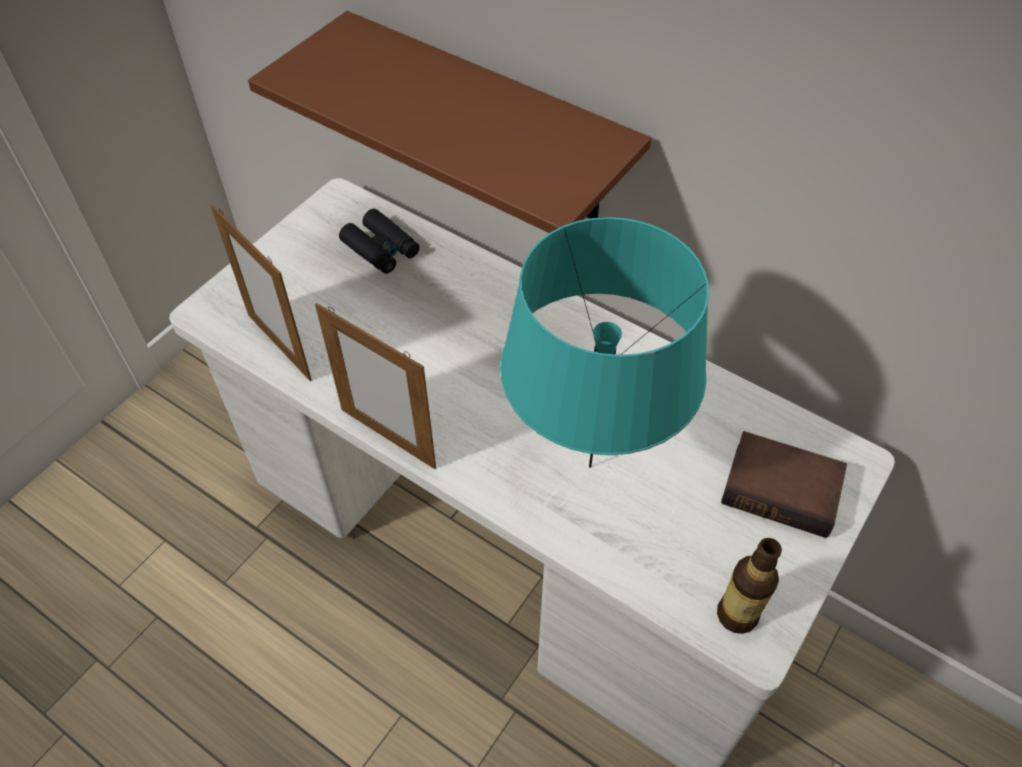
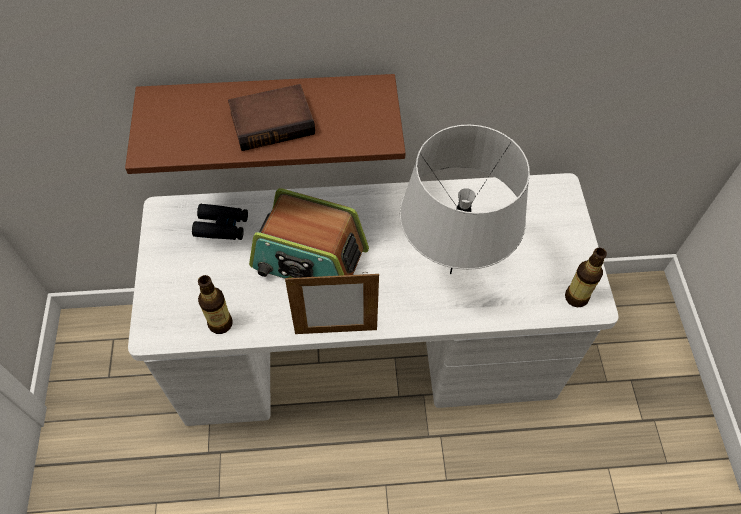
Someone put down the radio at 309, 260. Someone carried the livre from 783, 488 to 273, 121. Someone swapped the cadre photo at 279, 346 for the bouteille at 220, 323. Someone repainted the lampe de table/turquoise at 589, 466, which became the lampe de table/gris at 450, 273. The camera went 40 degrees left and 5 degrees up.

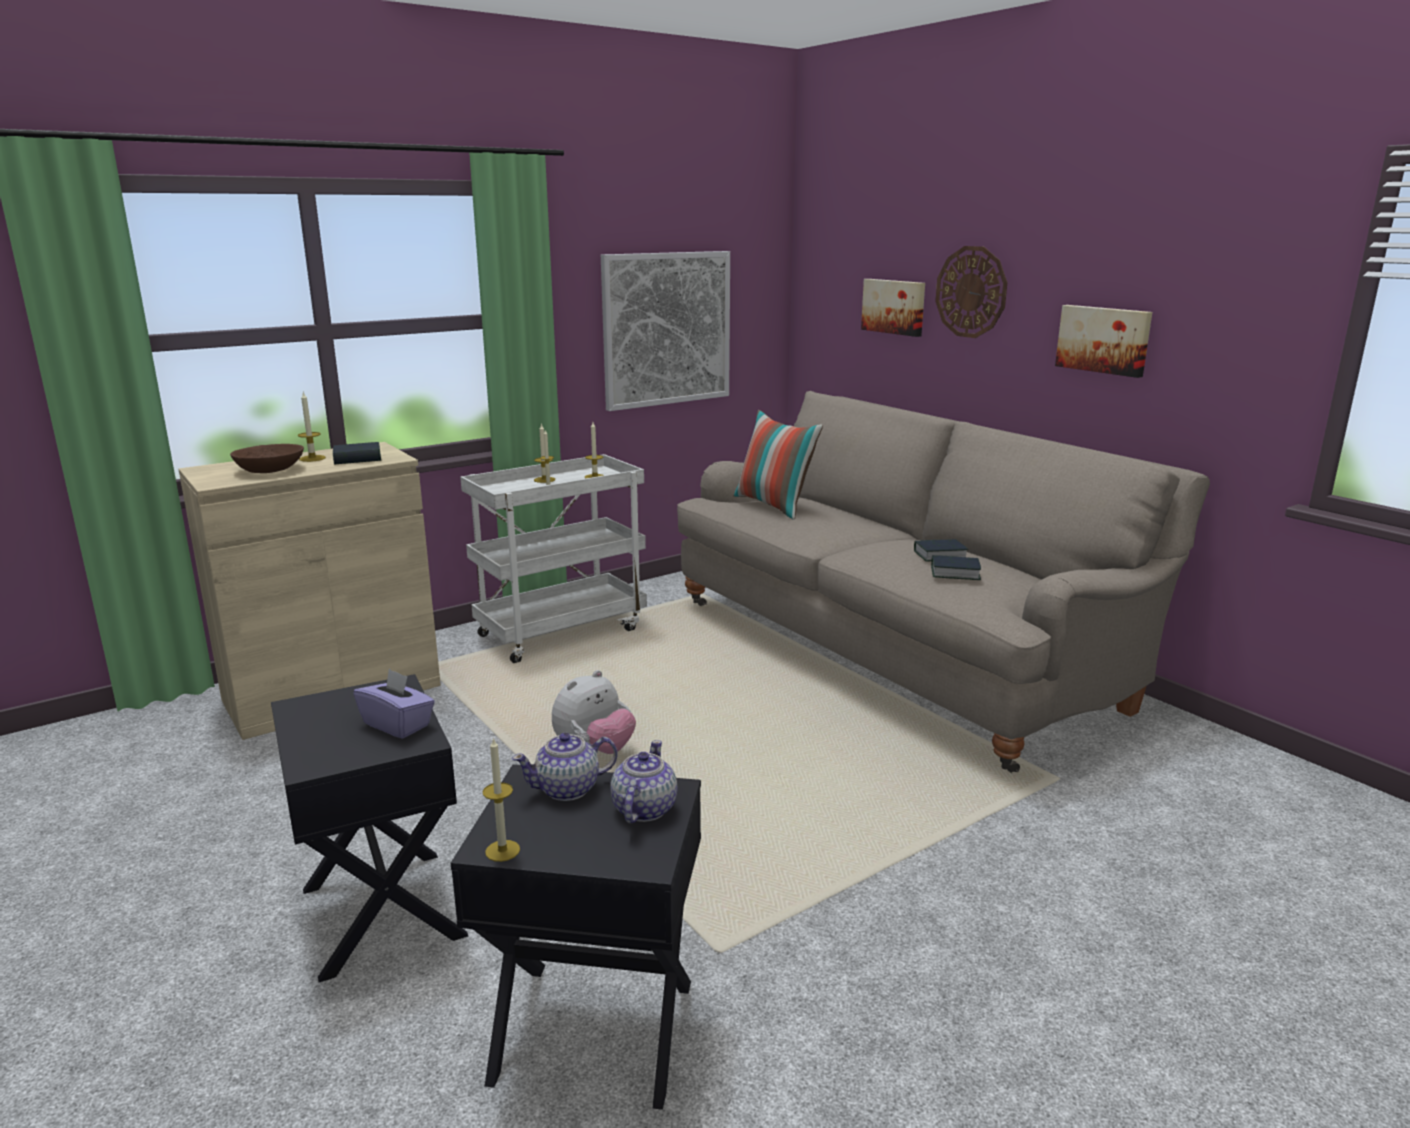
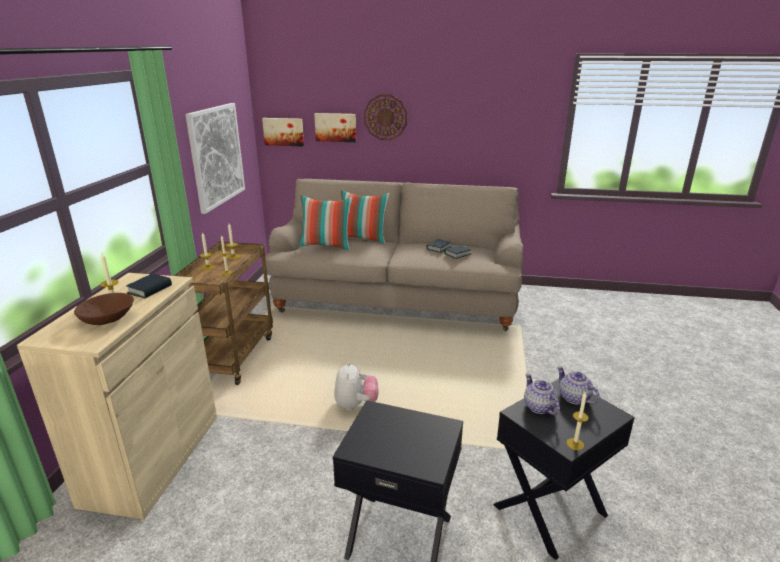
Someone took away the boîte à mouchoirs/violet at 397, 724. Someone put down the coussin at 363, 239. Someone carried the tableau from 1104, 339 to 283, 131. Someone repainted the chariot/blanc at 562, 631, which became the chariot/marron at 232, 356. Someone rotated the théière at 568, 789 by 135 degrees clockwise. The camera went 45 degrees left and 5 degrees up.

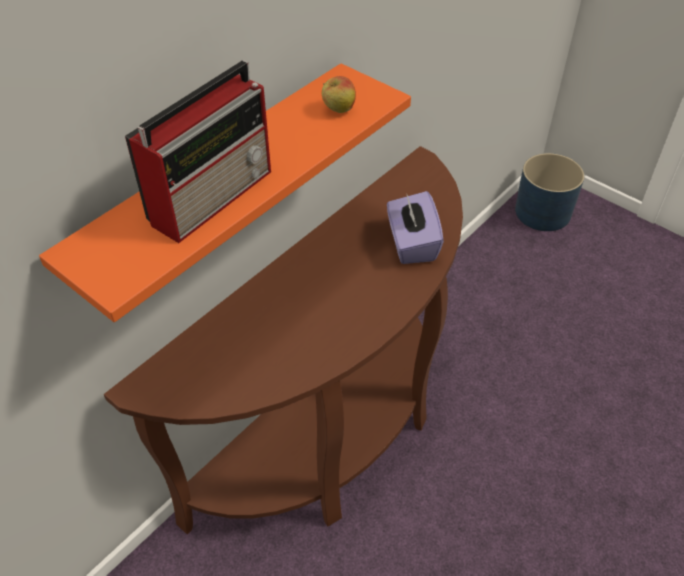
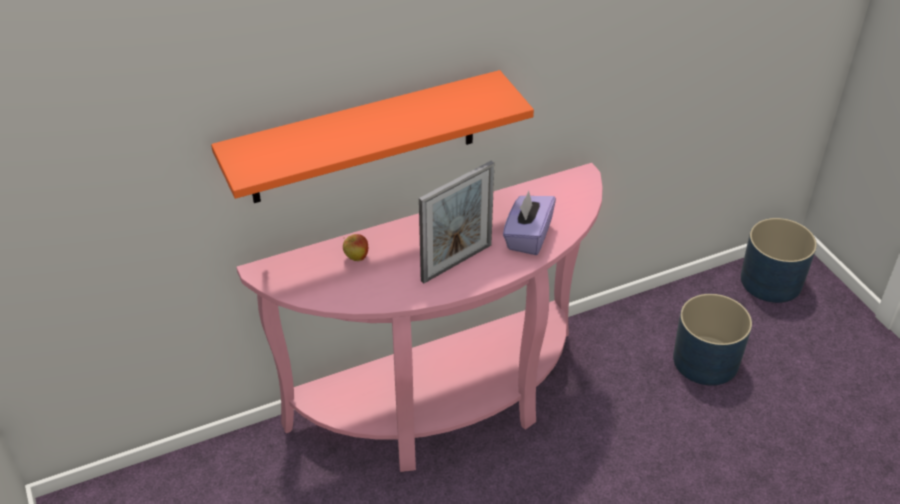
Someone took away the radio at 213, 195. Someone put down the cadre photo at 456, 263. Someone put down the cache-pot/bleu at 706, 360. Someone carried the pomme from 338, 110 to 356, 257. Someone repainted the table console/marron at 334, 436, which became the table console/rose at 445, 406. The camera went 25 degrees right and 5 degrees down.

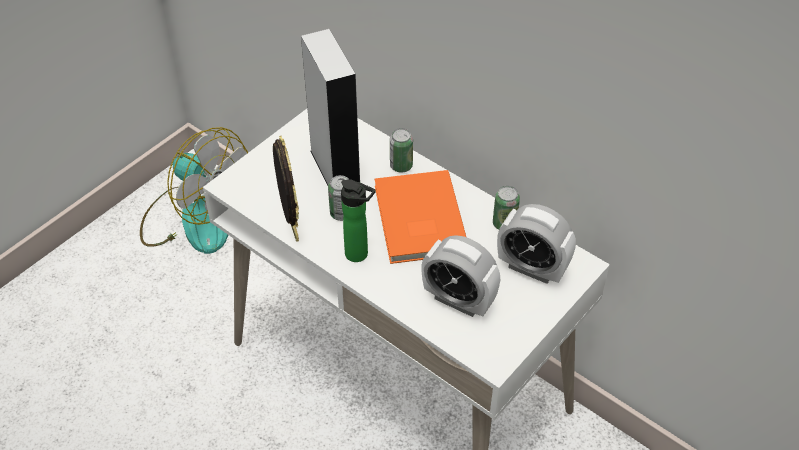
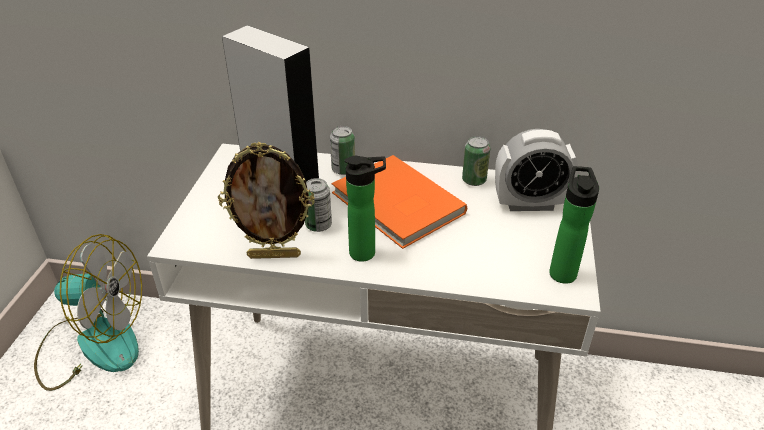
Someone took away the réveil at 458, 300. Someone put down the bouteille at 562, 271. Someone rotated the cadre photo at 290, 226 by 135 degrees clockwise. The camera went 30 degrees left and 10 degrees down.

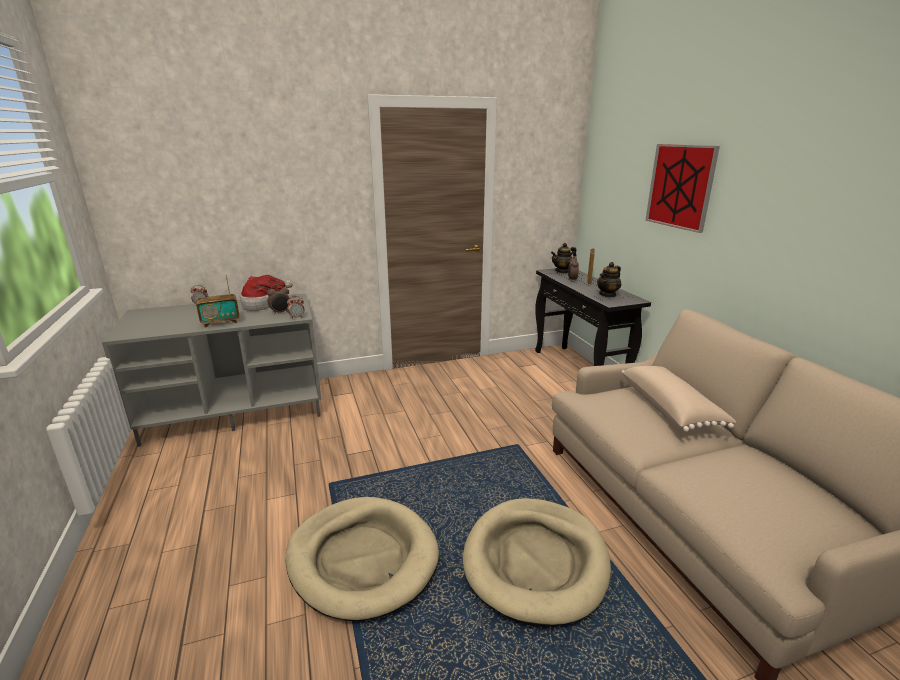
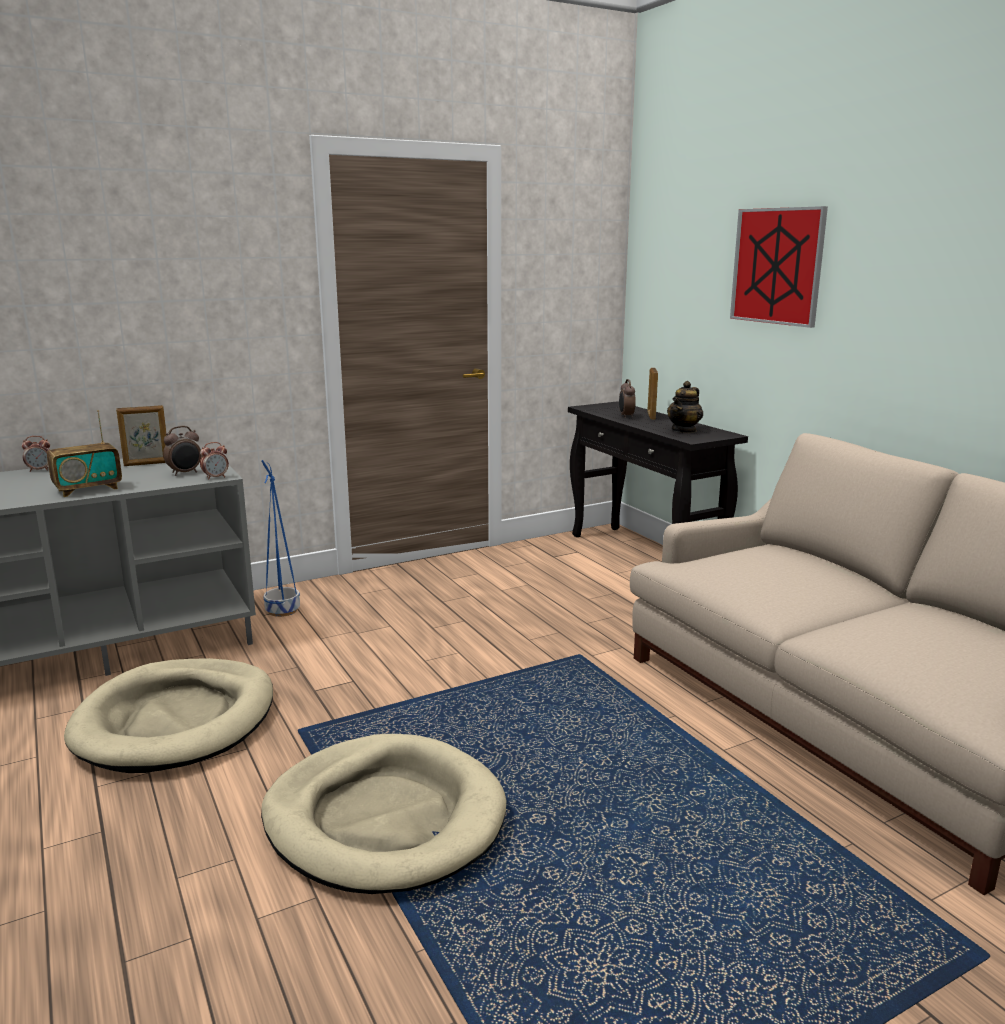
Someone took away the théière at 562, 271. Someone took away the coussin/beige at 670, 409. Someone put down the cache-pot/bleu at 282, 611. Someone carried the panier pour chien/beige from 535, 561 to 177, 720. Someone swapped the chapeau at 262, 303 for the cadre photo at 147, 464. The camera went 10 degrees left and 5 degrees down.

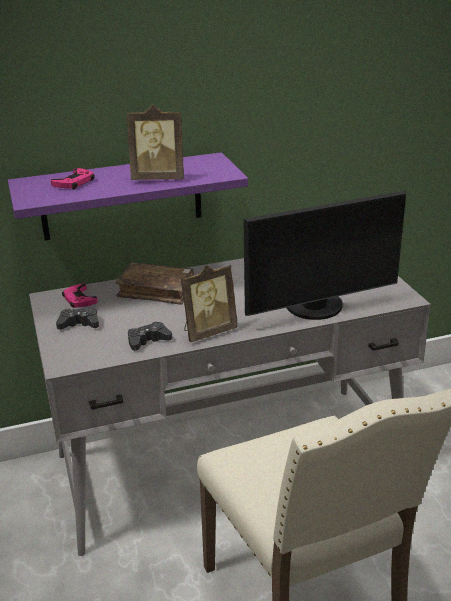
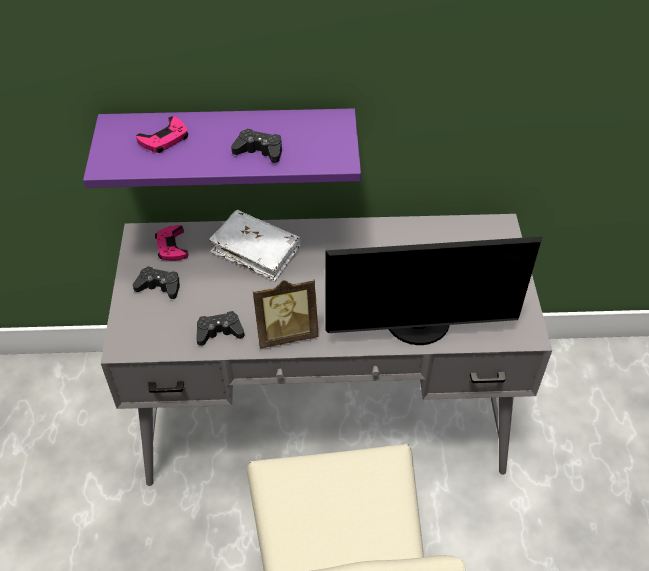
Someone swapped the cadre photo at 158, 178 for the manette/noir at 259, 151. Someone repainted the livre/marron at 156, 291, which became the livre/blanc at 256, 251. The camera went 15 degrees right and 20 degrees up.

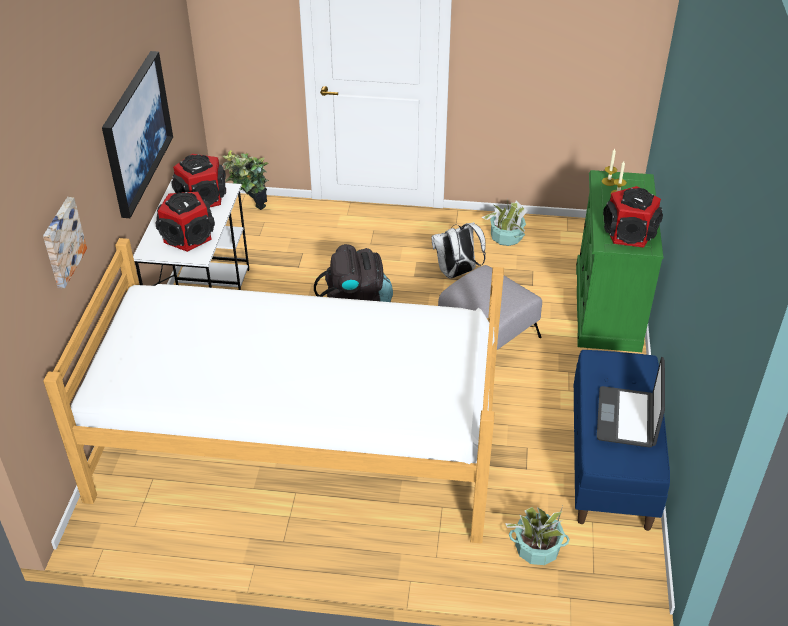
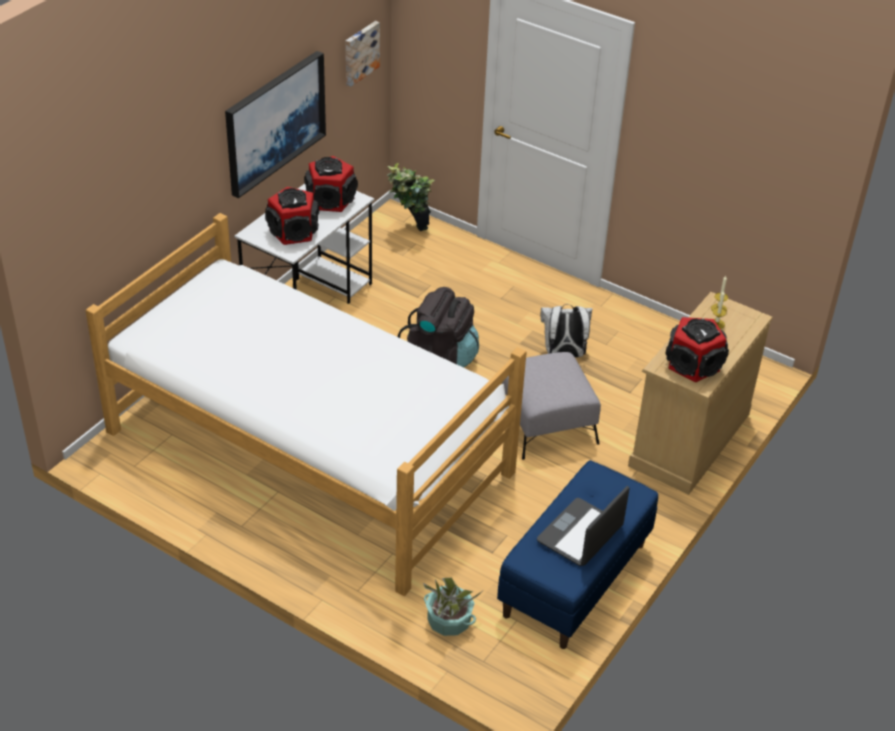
Someone took away the plante en pot at 506, 237. Someone carried the tableau from 62, 242 to 360, 52. Someone repainted the commode/vert at 607, 306, which became the commode/beige at 689, 439. The camera went 25 degrees right and 0 degrees up.

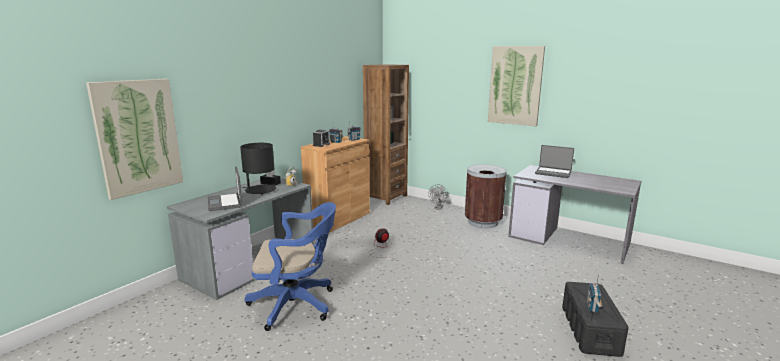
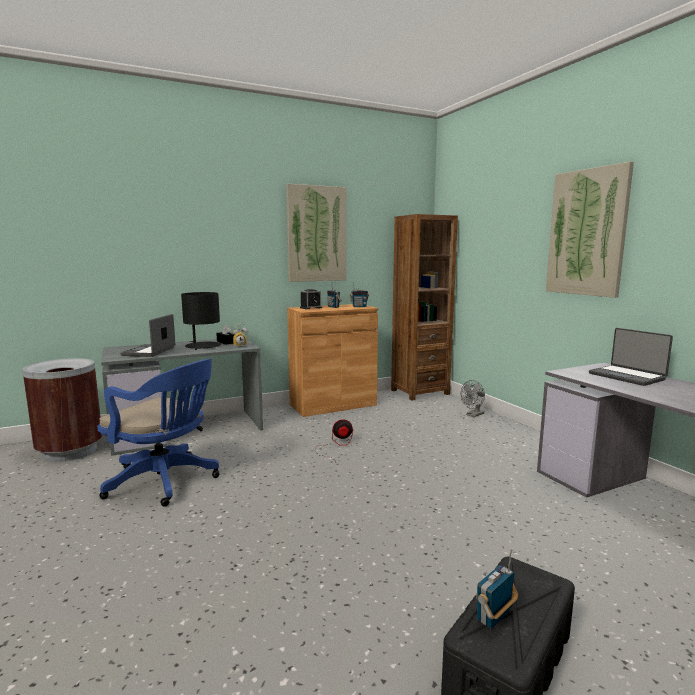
Someone carried the tableau from 138, 137 to 316, 234. Someone carried the poubelle/marron from 483, 222 to 70, 451. The camera went 30 degrees right and 5 degrees down.

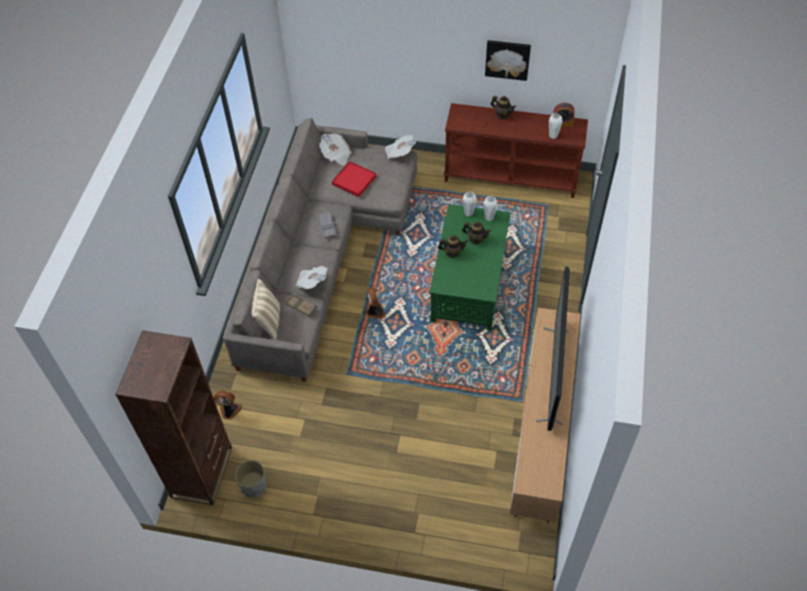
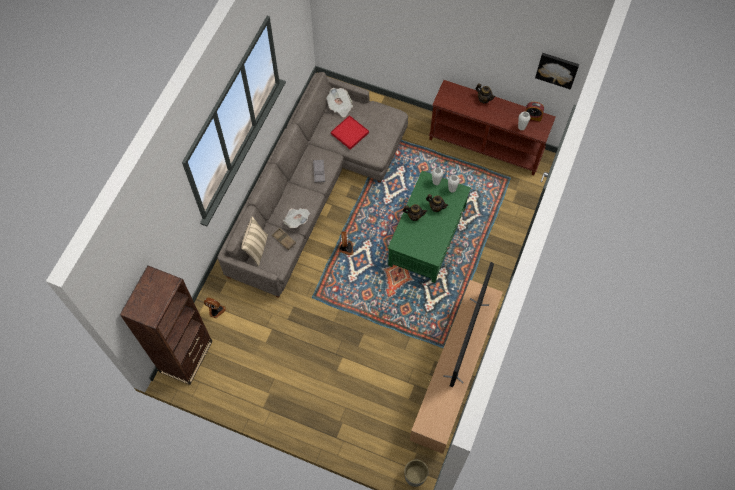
Someone took away the journal at 399, 152. Someone carried the cache-pot/gris from 253, 486 to 415, 476. Someone carried the tableau from 507, 59 to 557, 69. The camera went 10 degrees right and 10 degrees up.

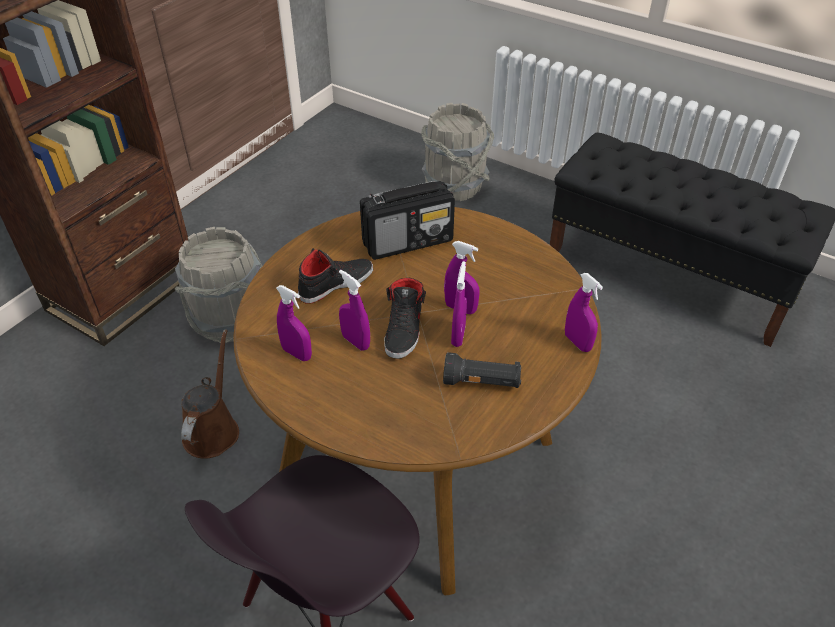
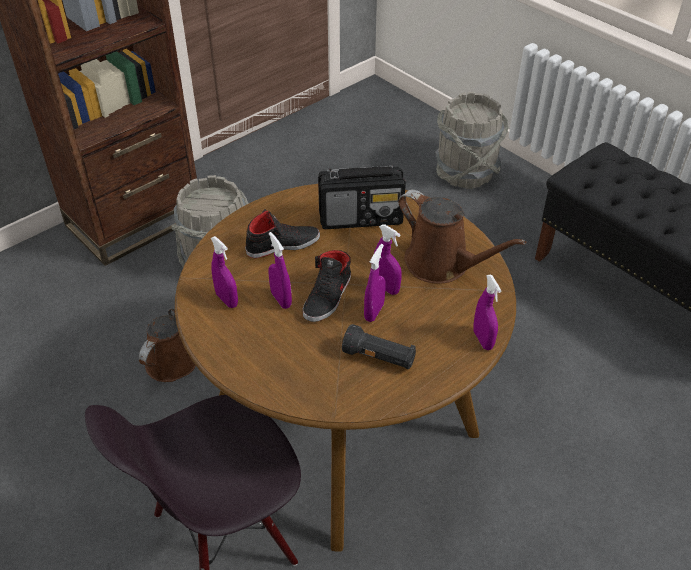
Someone put down the arrosoir/marron at 442, 264. The camera went 15 degrees right and 0 degrees up.

